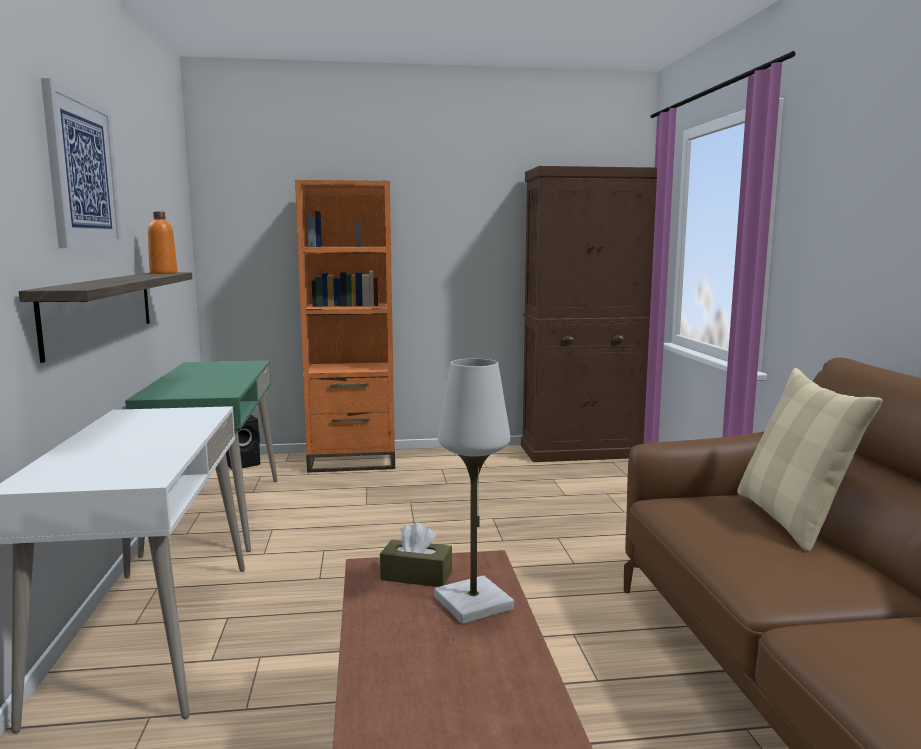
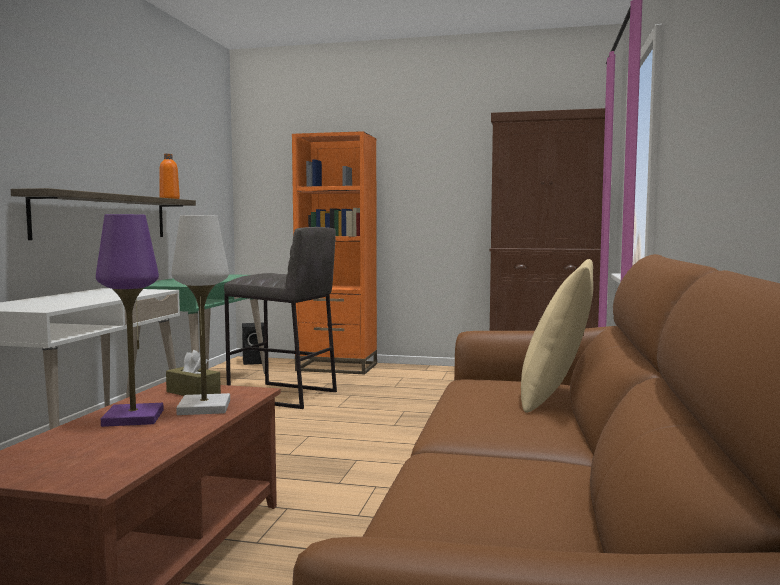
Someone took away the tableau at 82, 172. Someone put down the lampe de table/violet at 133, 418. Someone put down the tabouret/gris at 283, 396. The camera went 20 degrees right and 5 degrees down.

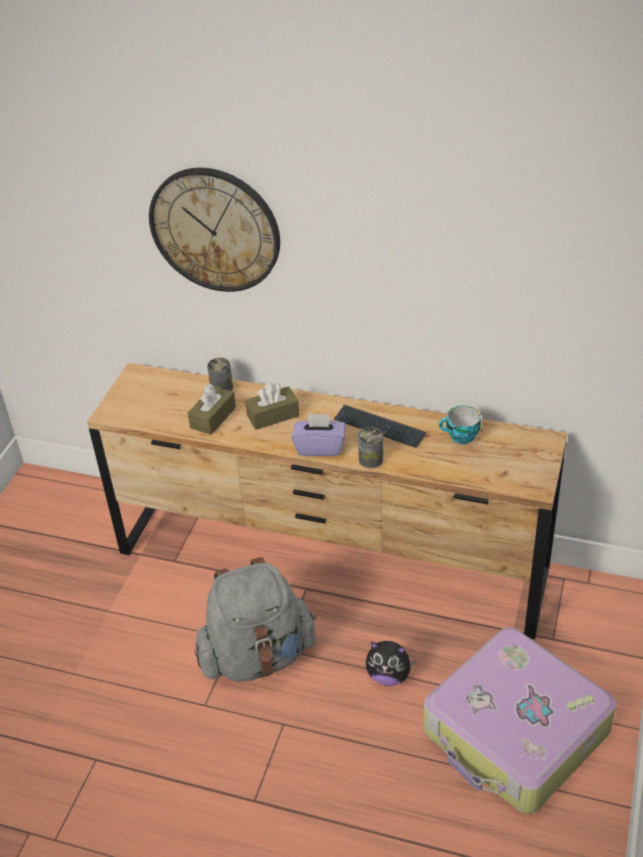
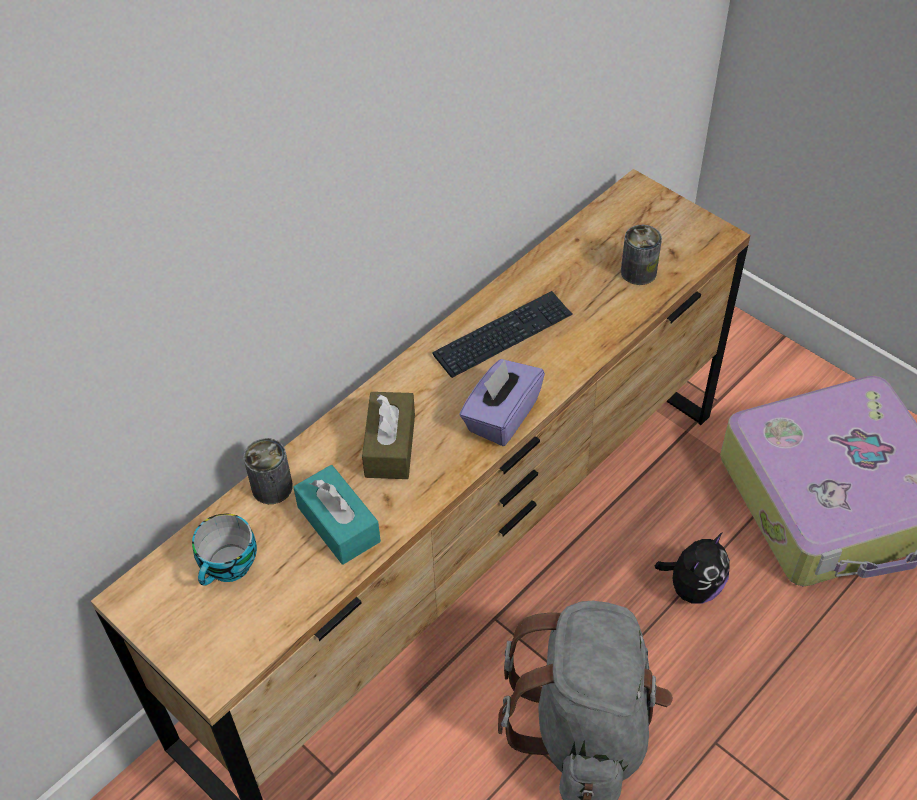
Someone took away the horloge murale at 215, 229. Someone carried the boîte métallique from 371, 459 to 638, 272. Someone carried the tasse from 460, 437 to 229, 567. Someone repainted the boîte à mouchoirs/marron at 213, 417, which became the boîte à mouchoirs/turquoise at 338, 524. The camera went 65 degrees left and 10 degrees up.

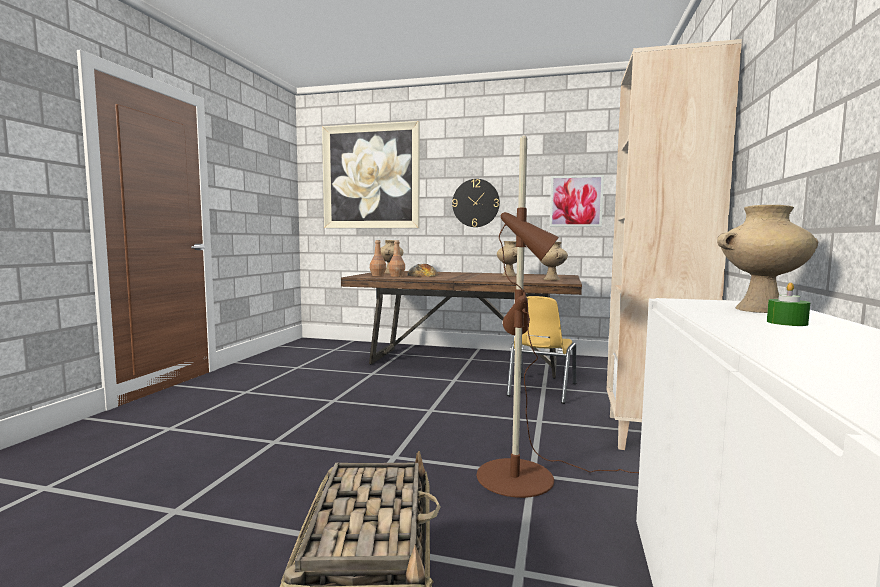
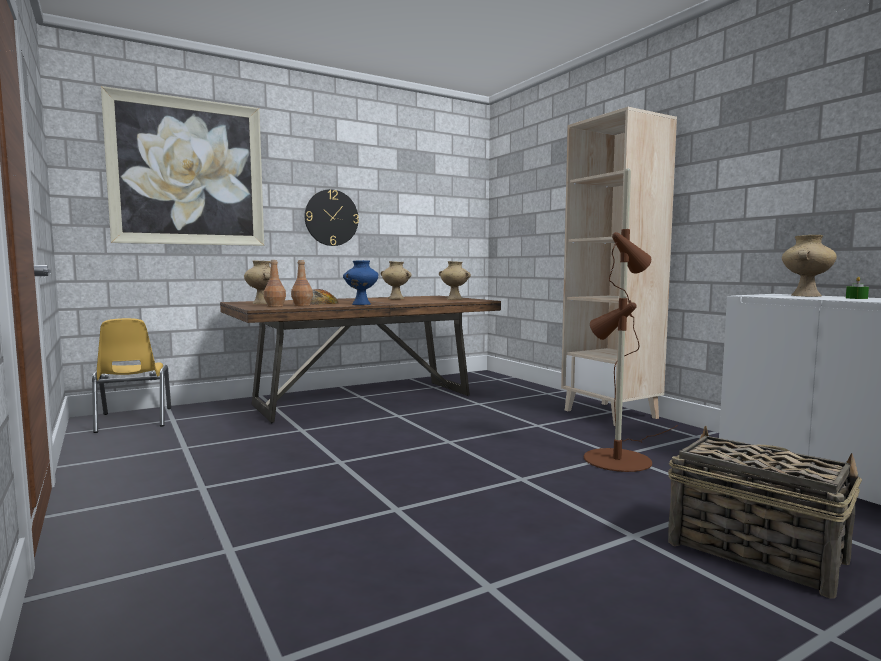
Someone took away the tableau at 576, 201. Someone put down the vase/bleu at 361, 304. Someone carried the chaise/jaune from 541, 389 to 133, 420. The camera went 45 degrees left and 0 degrees up.

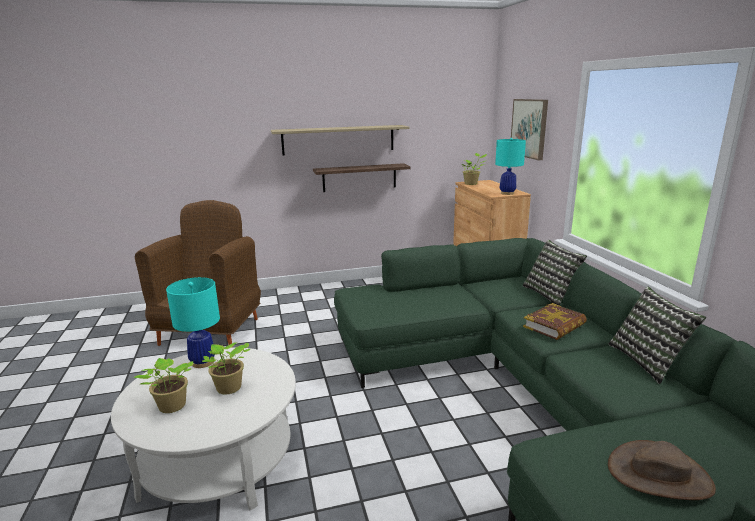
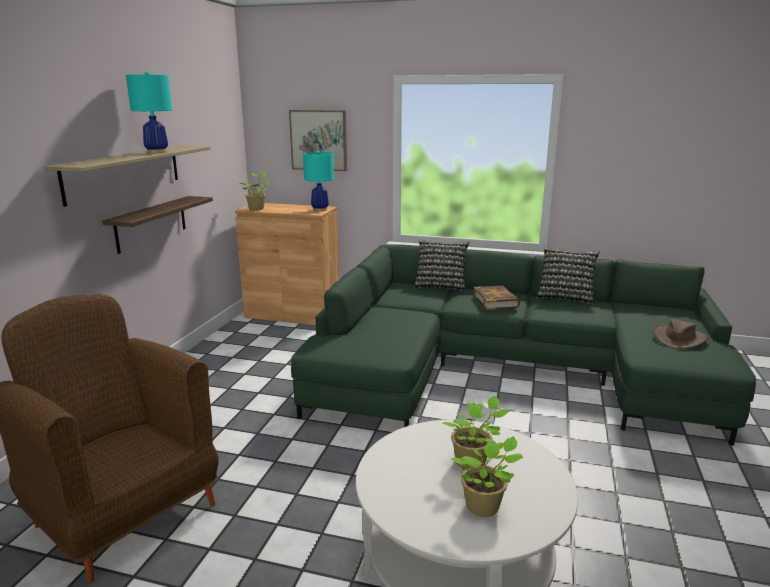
Someone carried the lampe de table/turquoise from 202, 362 to 157, 152. The camera went 60 degrees left and 0 degrees up.

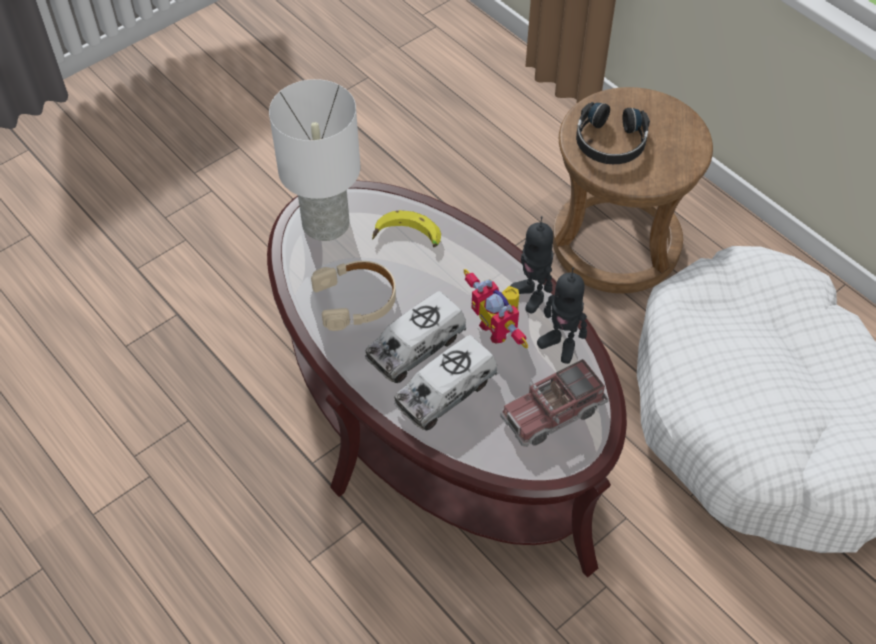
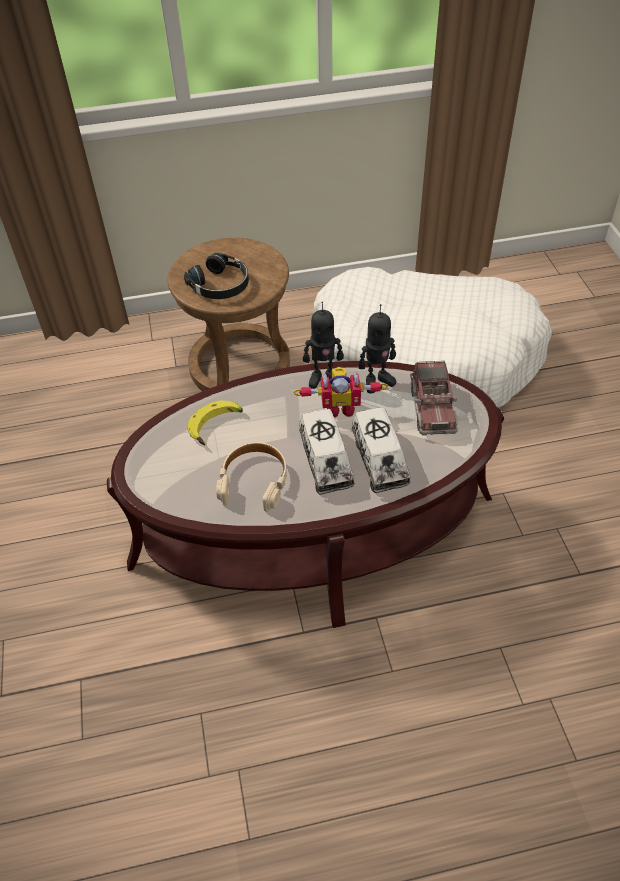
Someone took away the lampe de table/blanc at 325, 222. The camera went 60 degrees left and 5 degrees down.

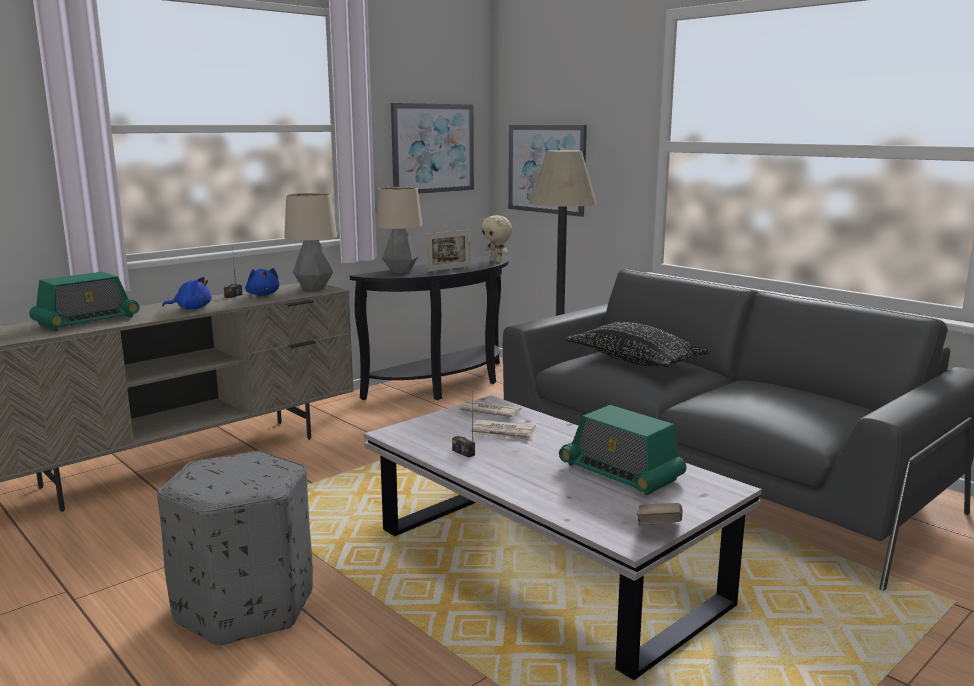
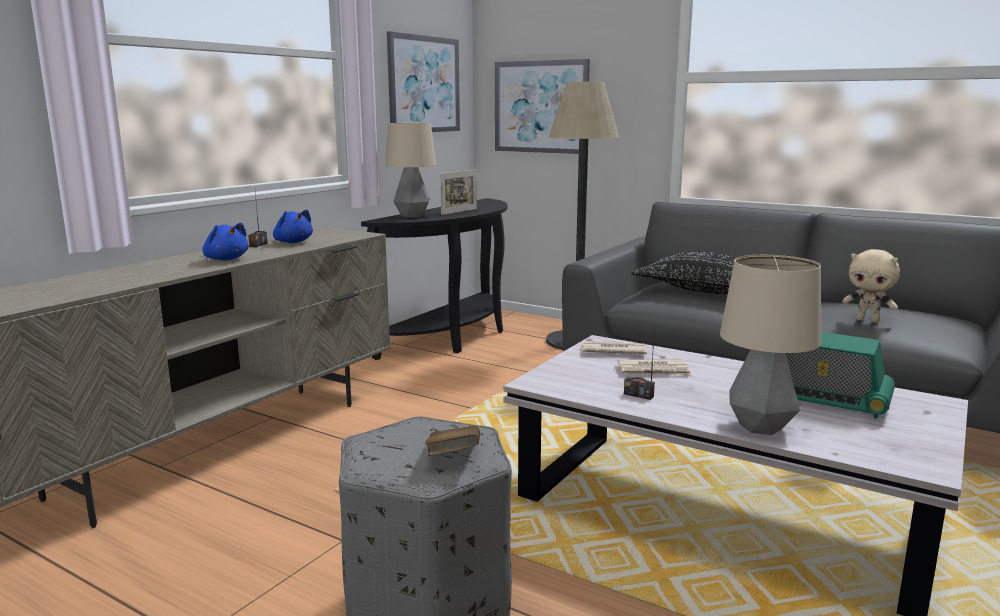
Someone took away the radio at 87, 321. Someone carried the lampe de table from 313, 288 to 760, 427. Someone carried the peluche/beige from 496, 261 to 868, 320. Someone carried the livre/marron from 658, 528 to 454, 457. Someone rotated the peluche/bleu at 192, 308 by 60 degrees clockwise. The camera went 15 degrees left and 0 degrees up.

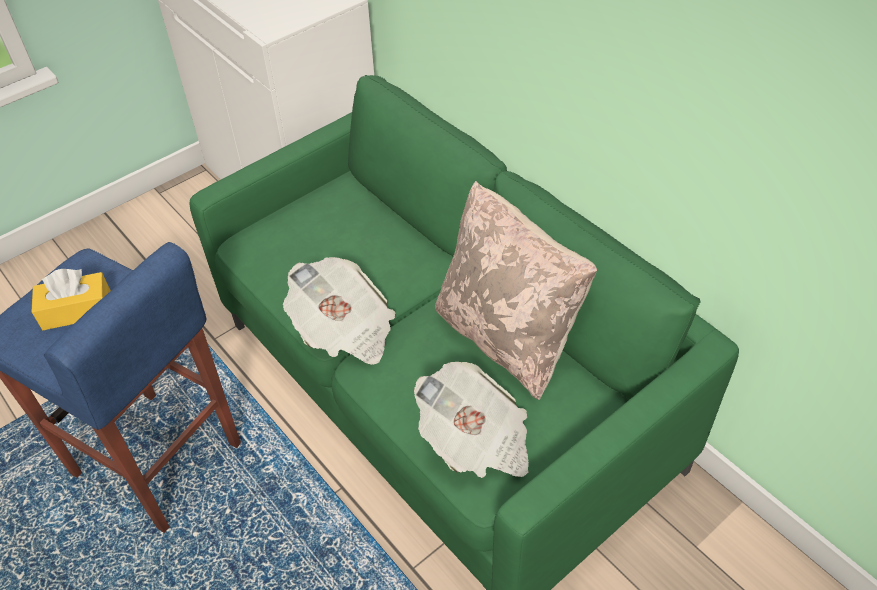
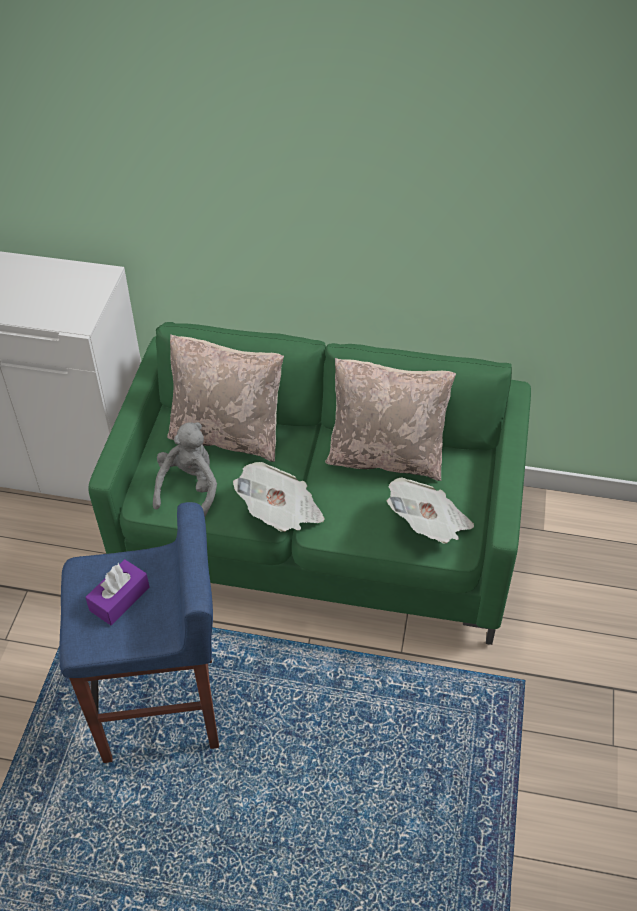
Someone put down the peluche/gris at 189, 488. Someone put down the coussin/beige at 227, 434. Someone repainted the boîte à mouchoirs/jaune at 77, 310, which became the boîte à mouchoirs/violet at 119, 599. The camera went 40 degrees left and 0 degrees up.

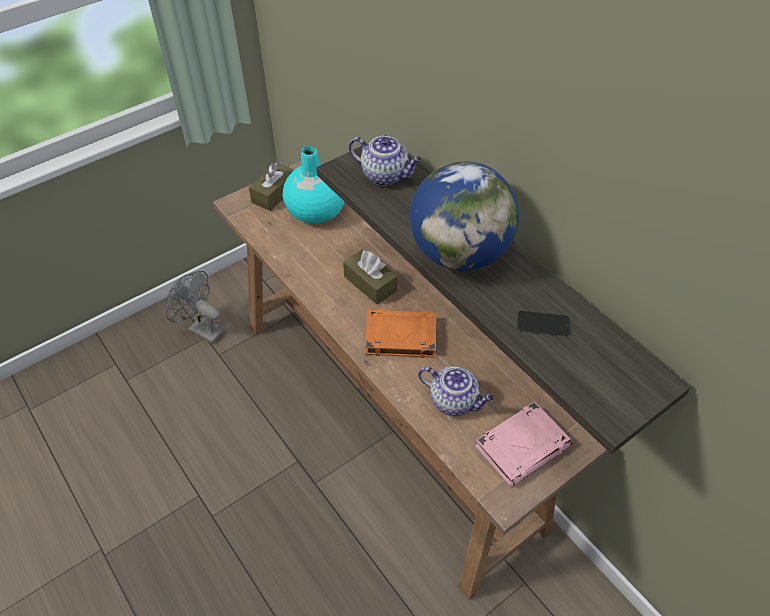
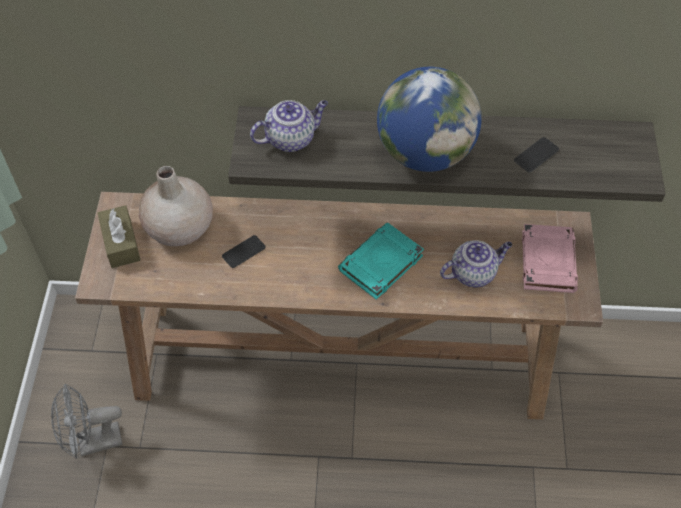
Someone took away the boîte à mouchoirs/marron at 370, 283. Someone put down the téléphone at 243, 252. Someone repainted the vase/turquoise at 315, 211, which became the vase/beige at 179, 228. Someone repainted the livre/orange at 400, 337, which became the livre/turquoise at 380, 264. The camera went 50 degrees left and 5 degrees up.

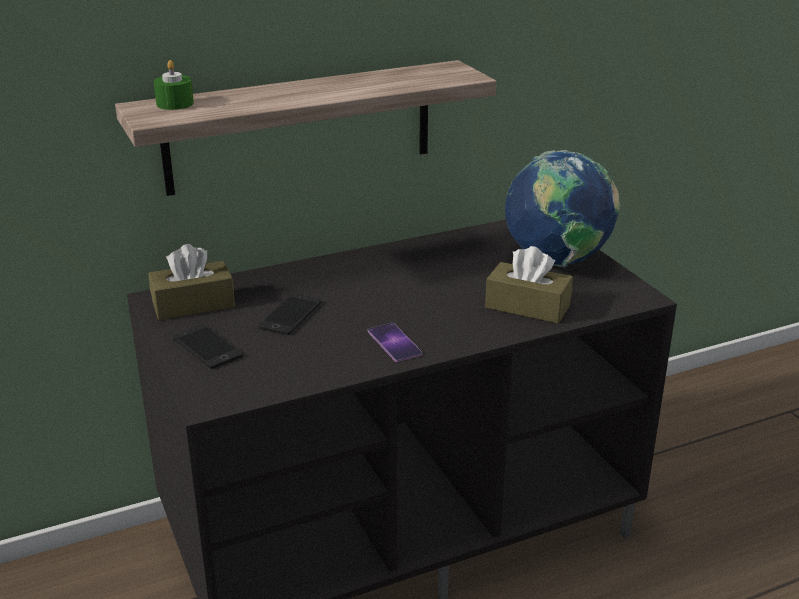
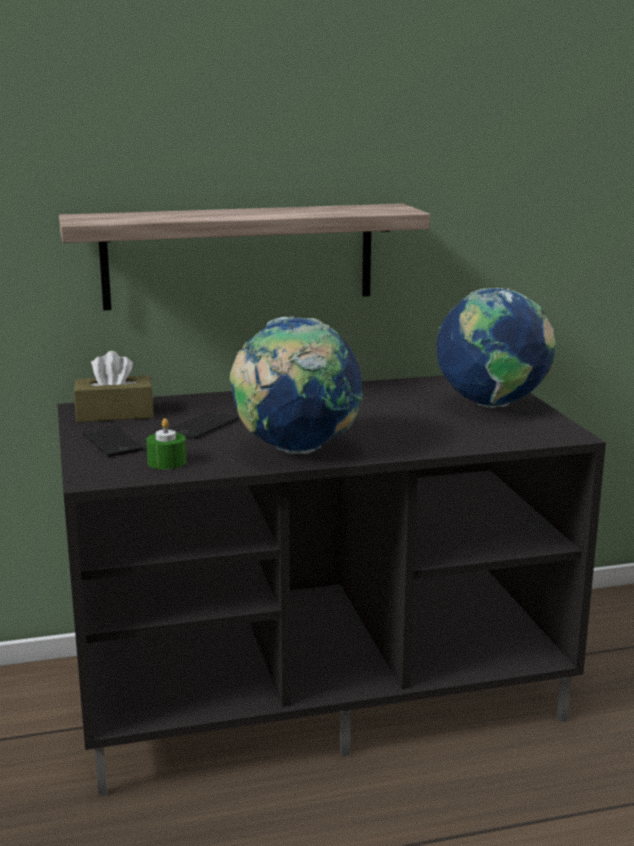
Someone took away the boîte à mouchoirs/marron at 527, 306. Someone carried the bougie/vert from 175, 104 to 167, 462. Someone swapped the téléphone at 394, 342 for the globe at 295, 451. The camera went 10 degrees right and 10 degrees down.

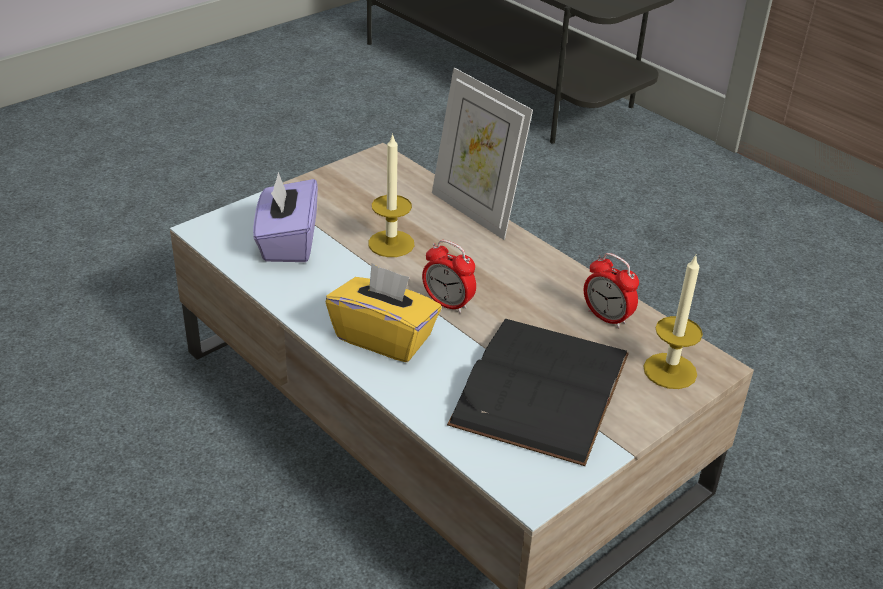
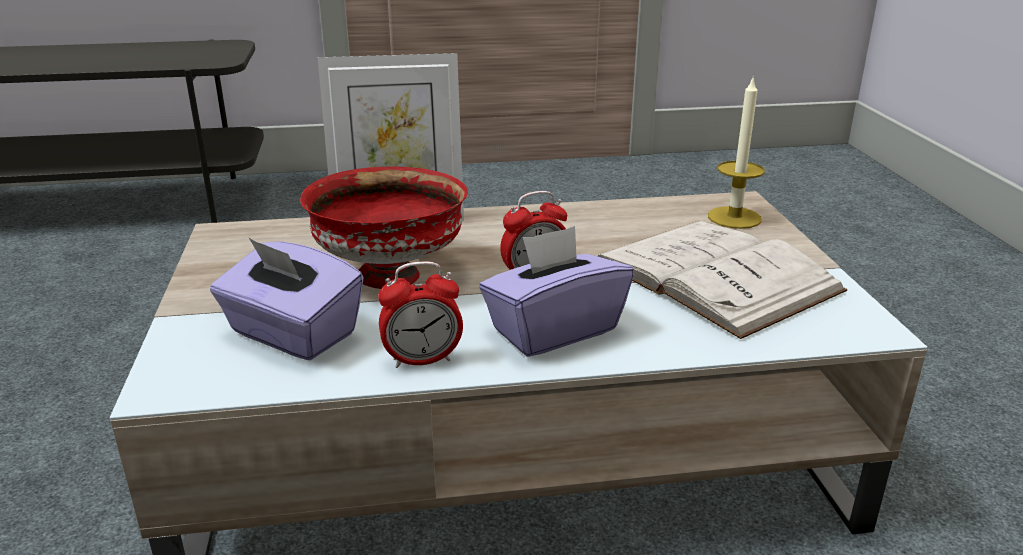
Someone carried the réveil from 606, 317 to 422, 360. Someone swapped the bougie at 391, 243 for the bol/rouge at 389, 274. Someone repainted the boîte à mouchoirs/jaune at 384, 337, which became the boîte à mouchoirs/violet at 553, 330. Someone repainted the livre/noir at 541, 388, which became the livre/blanc at 715, 275. The camera went 55 degrees left and 10 degrees down.

